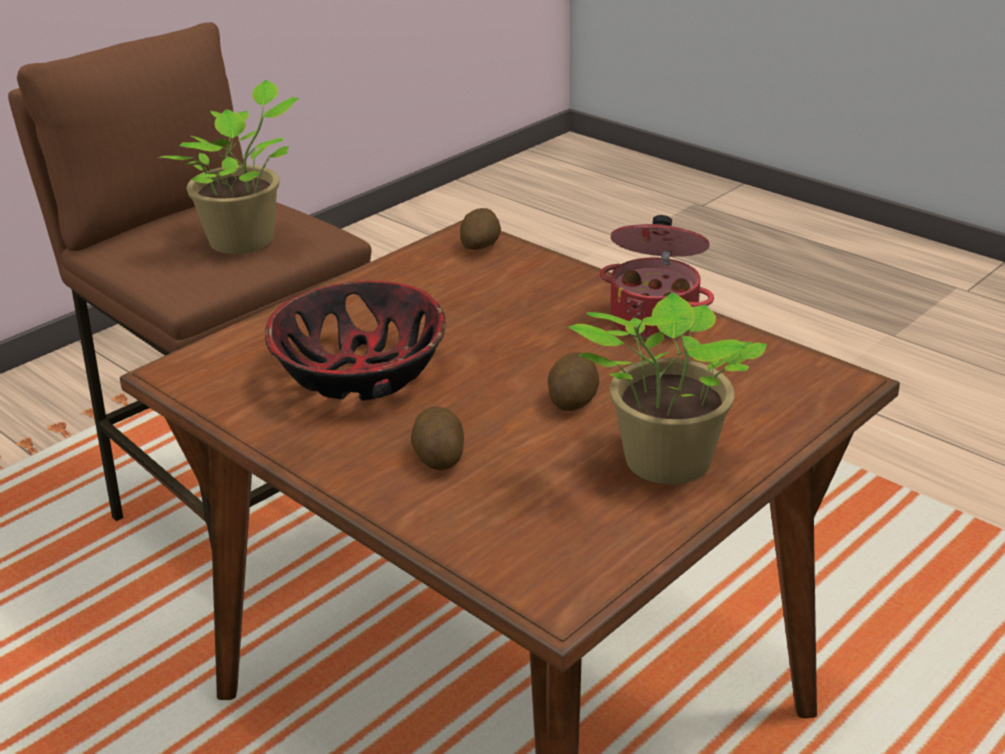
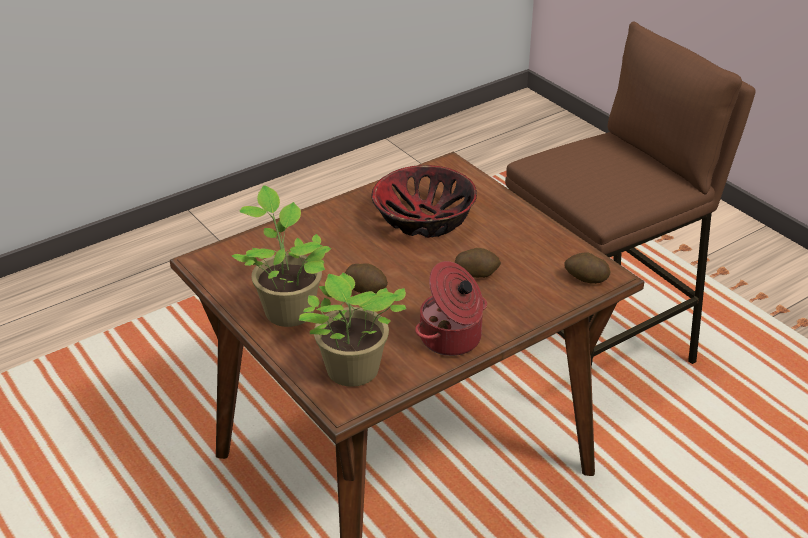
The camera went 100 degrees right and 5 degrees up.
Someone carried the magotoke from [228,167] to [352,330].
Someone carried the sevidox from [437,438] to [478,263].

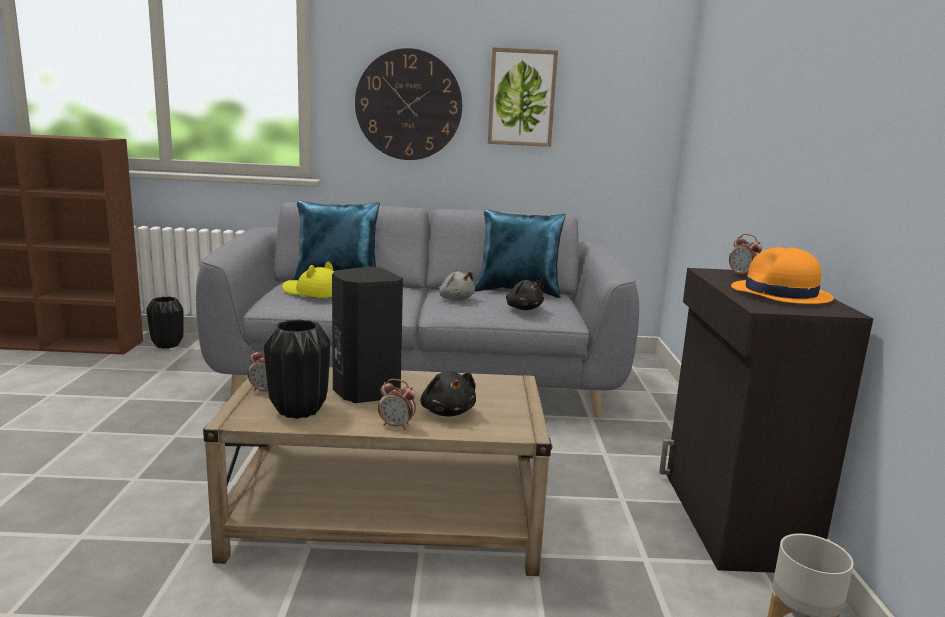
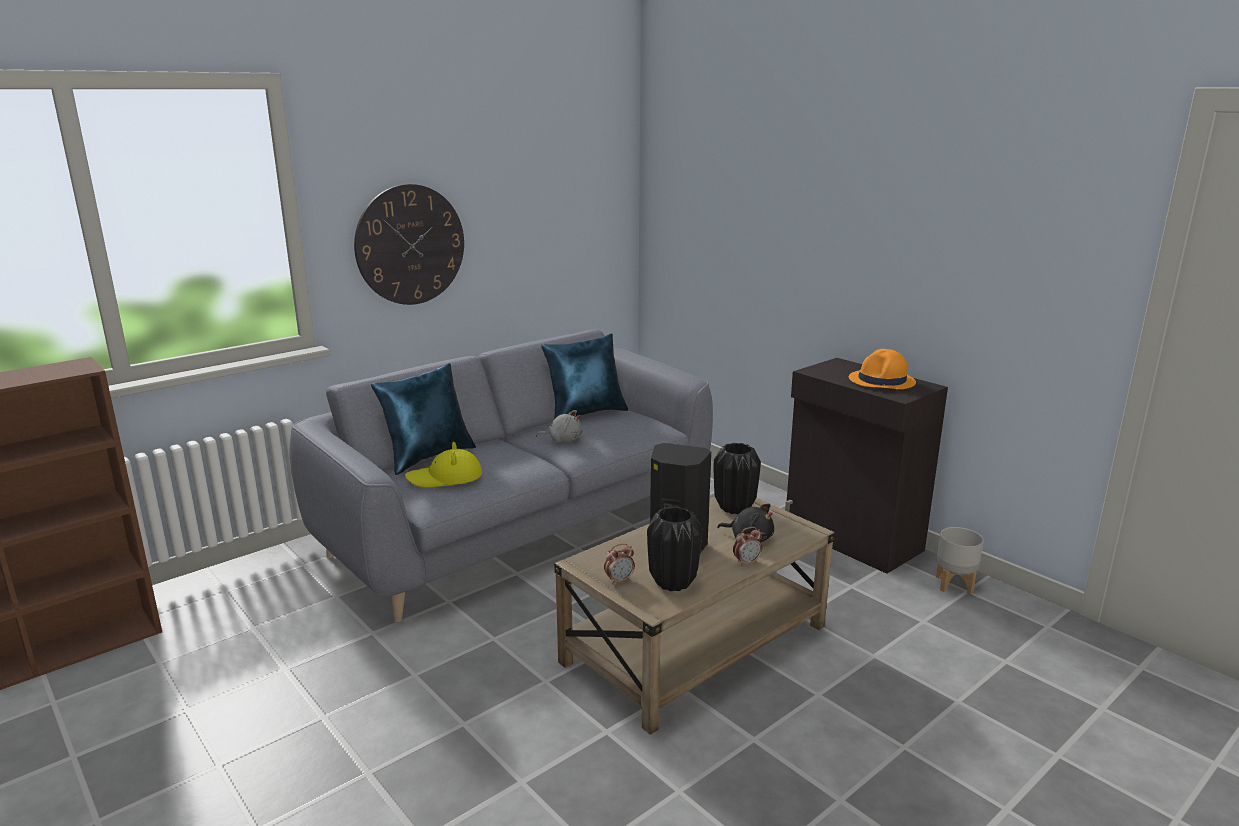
The camera went 40 degrees left and 5 degrees up.
Someone took away the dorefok at [523,97].
Someone took away the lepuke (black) at [525,295].
Someone took away the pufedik at [745,255].
Someone carried the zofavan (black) from [165,323] to [737,478].

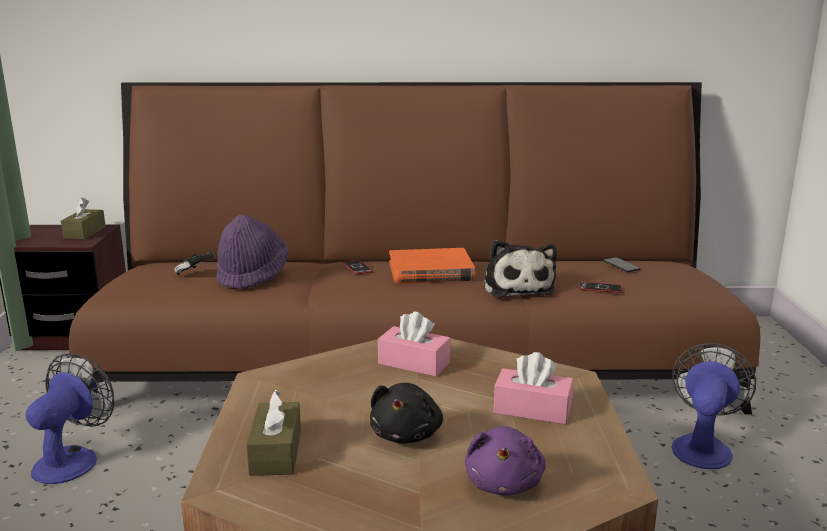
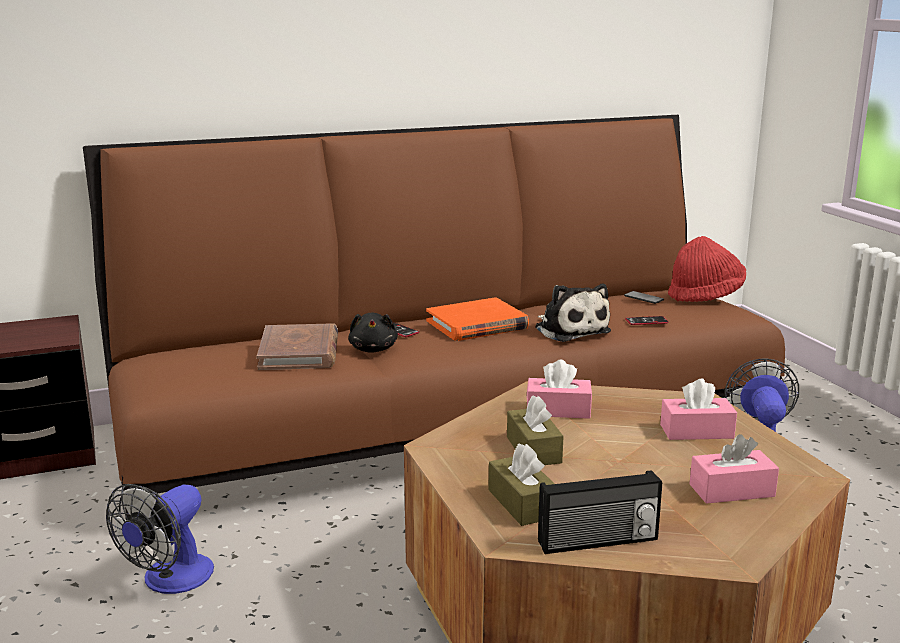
The camera went 20 degrees left and 0 degrees up.
Someone took away the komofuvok at [194,263].
Someone put down the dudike at [600,512].
Someone put down the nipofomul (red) at [707,269].
Someone carried the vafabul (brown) from [83,218] to [535,430].
Someone carried the lepuke (black) from [406,413] to [373,333].
Someone swapped the nipofomul (purple) at [252,252] for the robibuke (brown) at [297,346].
Someone swapped the lepuke (purple) at [505,460] for the vafabul (pink) at [734,469].
Someone rotated the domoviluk at [70,418] by 150 degrees counterclockwise.

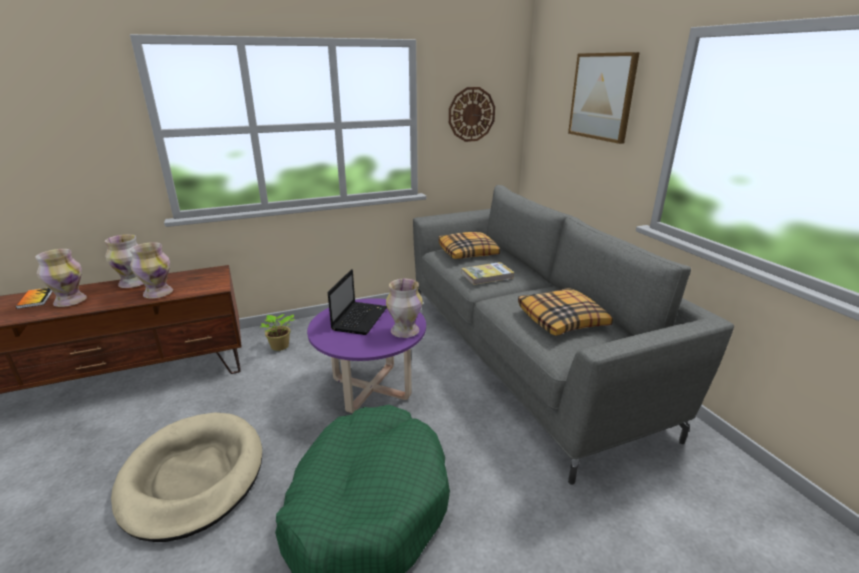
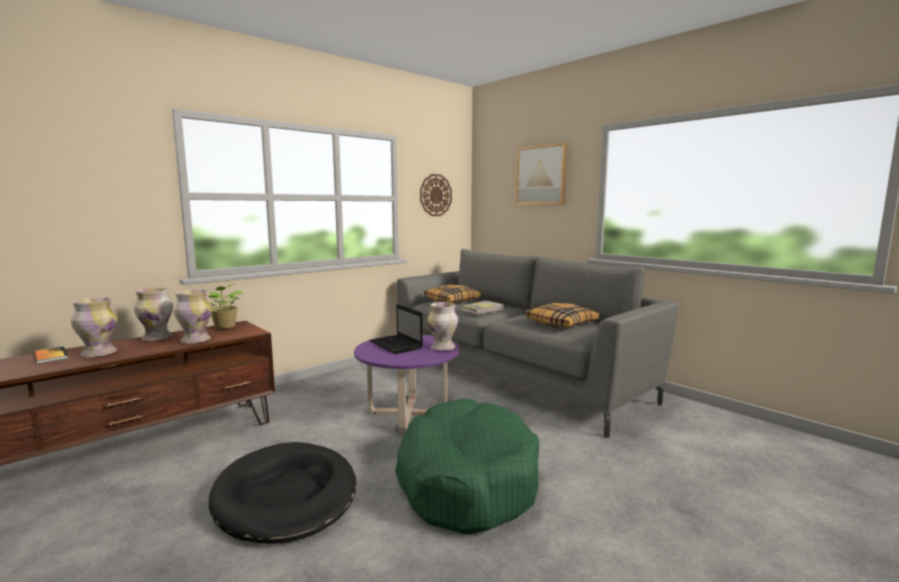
The camera went 20 degrees left and 15 degrees down.
Someone carried the magotoke from [277,332] to [225,306].
Someone repainted the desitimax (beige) at [186,477], which became the desitimax (black) at [282,493].
Someone rotated the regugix at [357,302] by 150 degrees clockwise.

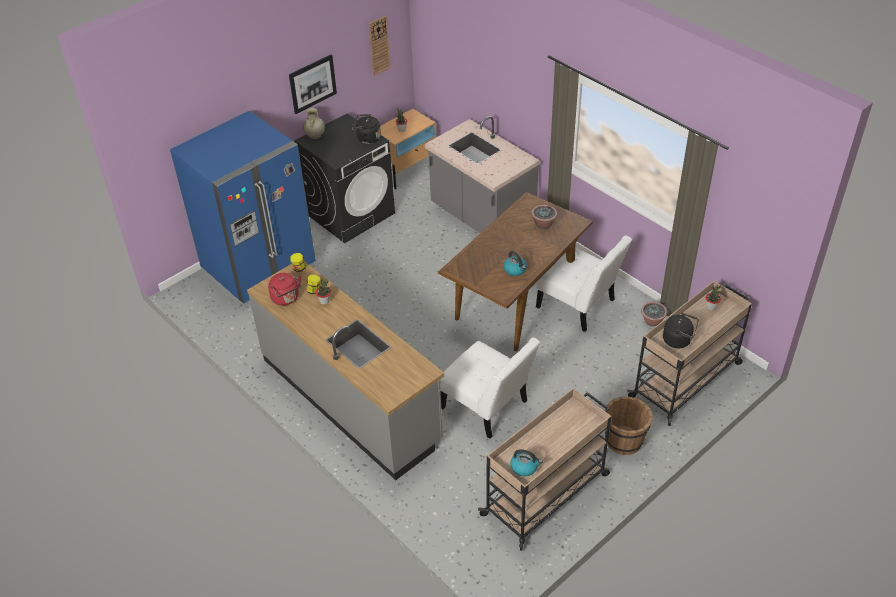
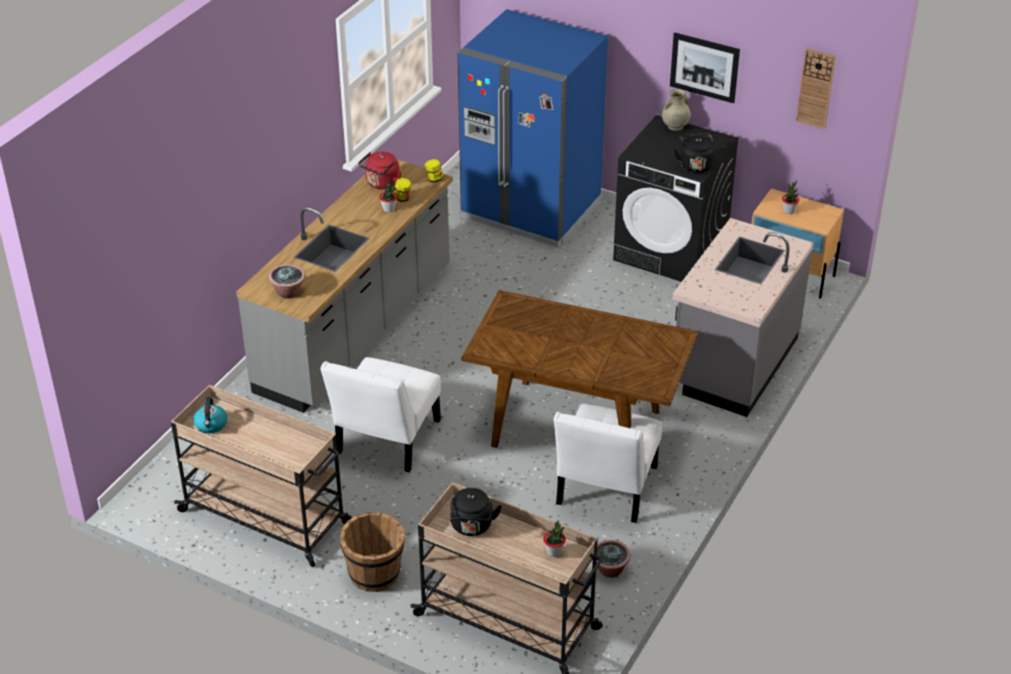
The camera went 70 degrees right and 5 degrees down.
Someone took away the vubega at [515,263].
Someone carried the magotoke from [544,217] to [287,281].

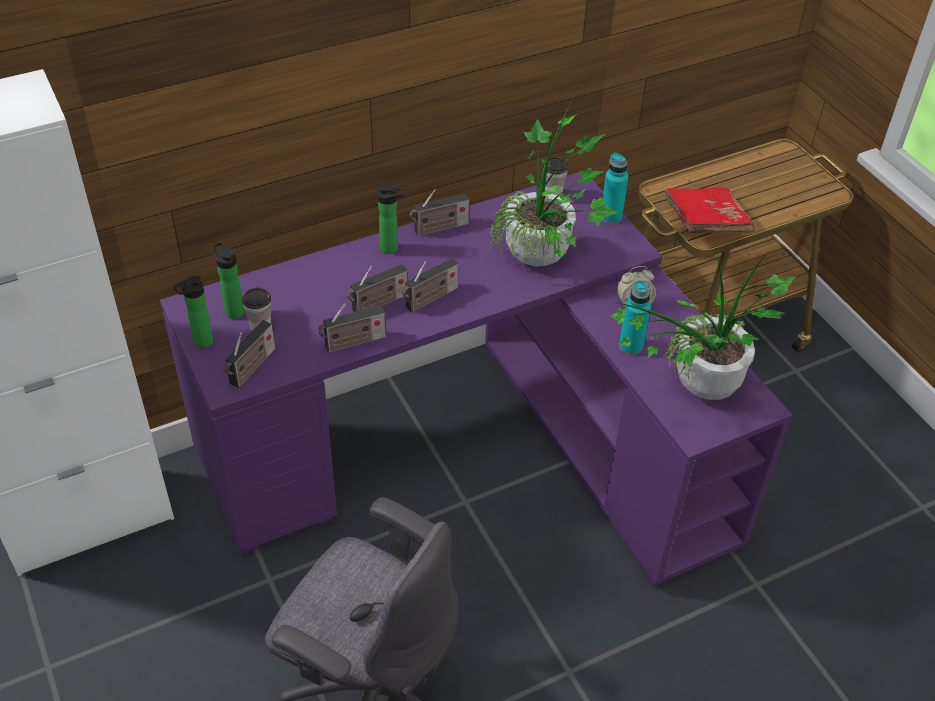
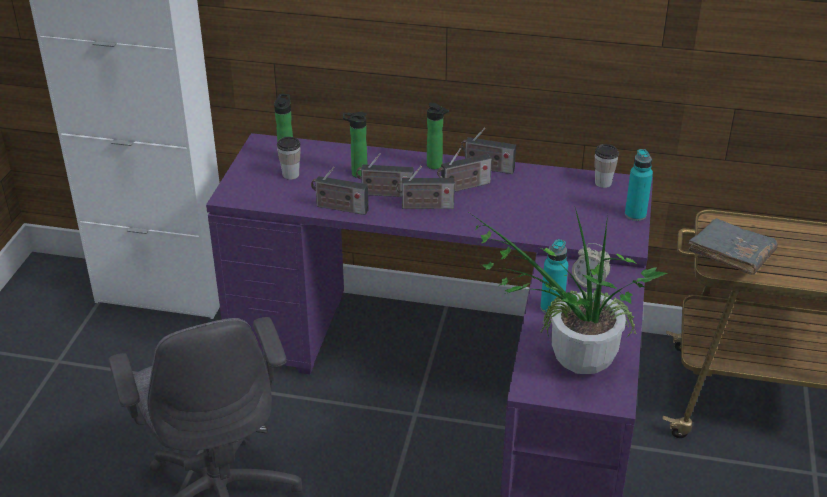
The camera went 40 degrees right and 10 degrees down.
Someone took away the magotoke at [552,183].
Someone carried the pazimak from [193,312] to [355,145].
Someone carried the dudike from [249,354] to [464,170].
Someone repainted the robibuke (red) at [710,210], which became the robibuke (grey) at [733,246].

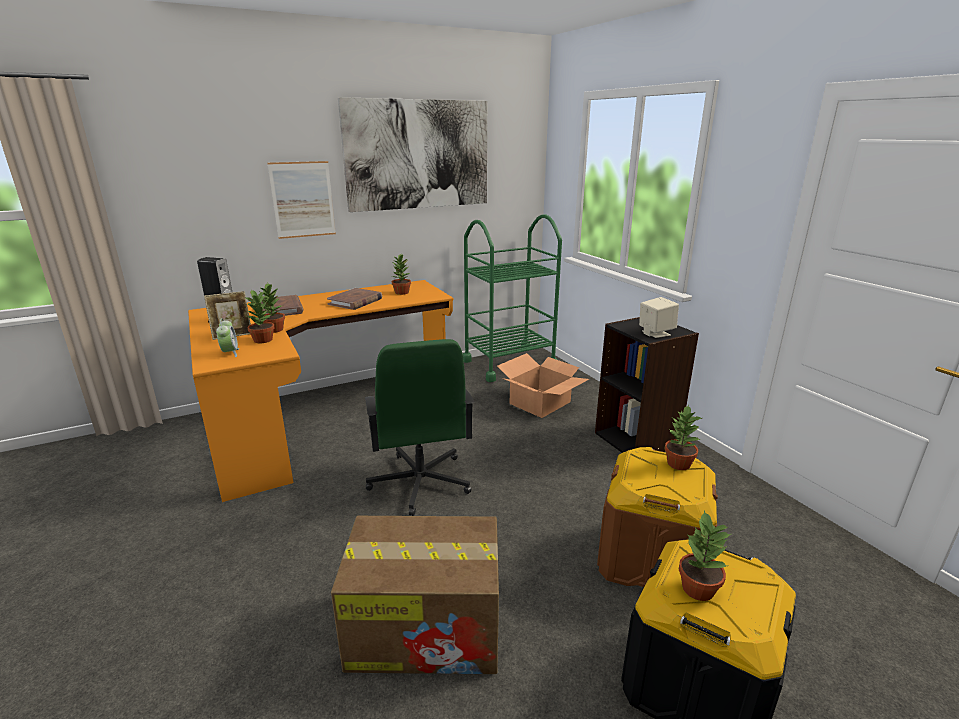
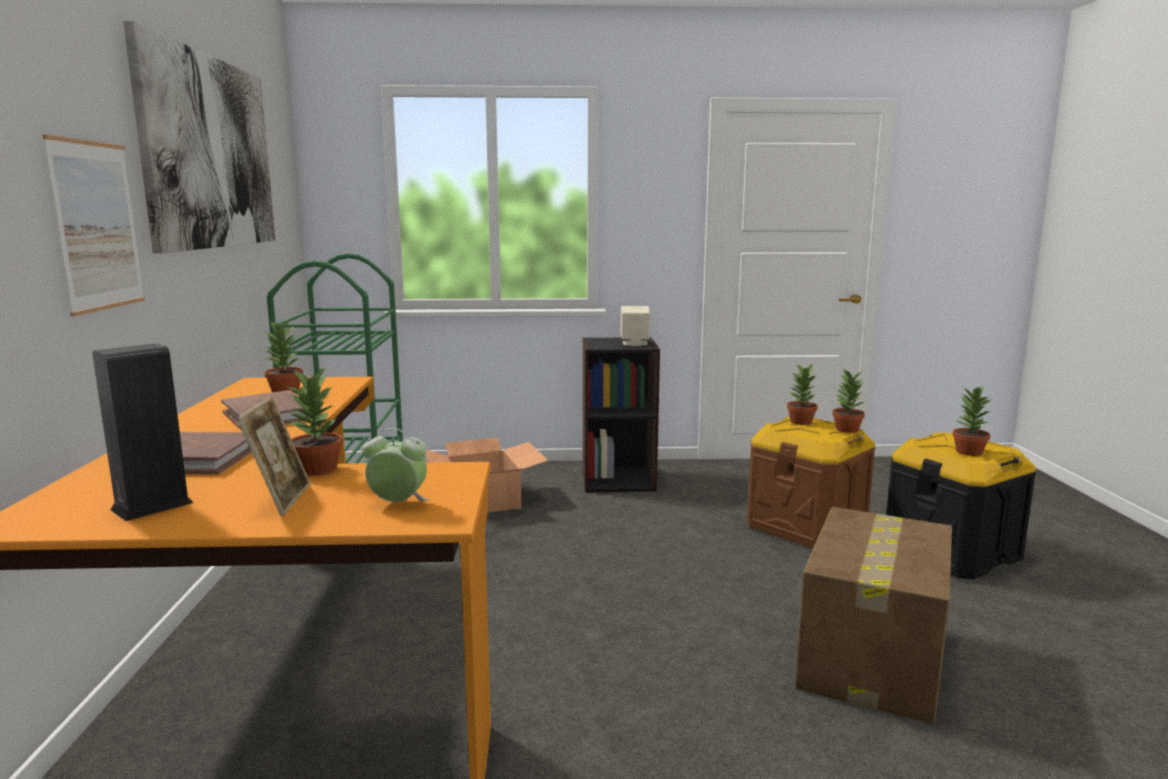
The camera went 65 degrees left and 10 degrees down.
Someone took away the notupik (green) at [419,427].
Someone carried the magotoke from [260,316] to [848,401].

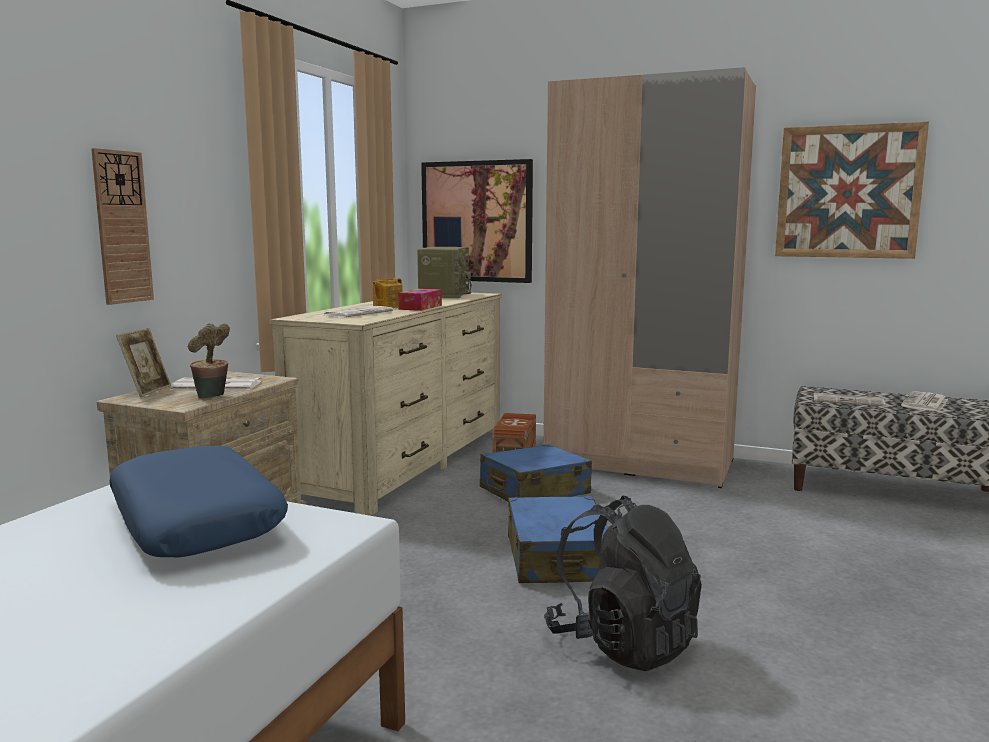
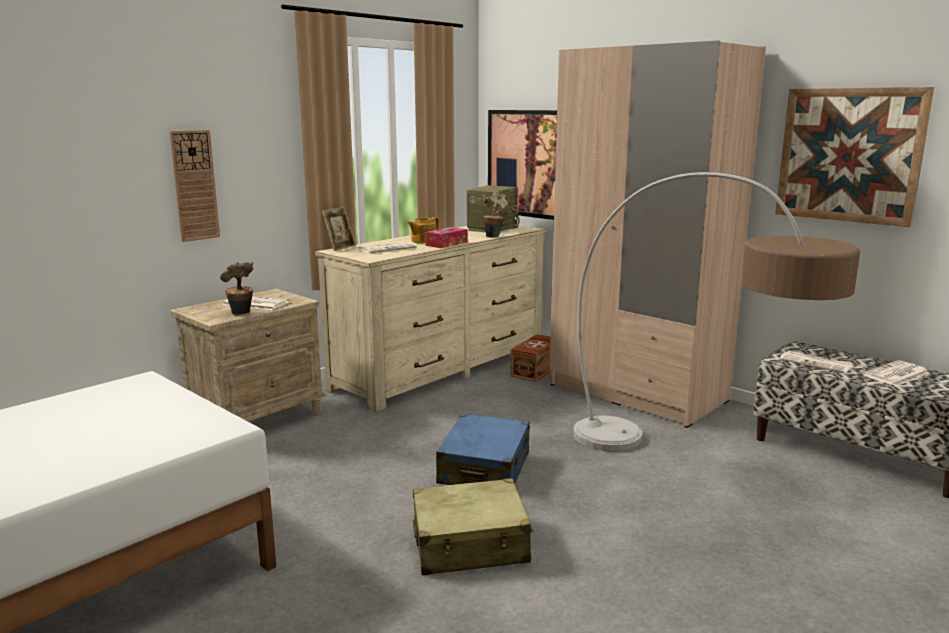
The camera went 20 degrees right and 5 degrees up.
Someone took away the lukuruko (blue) at [198,501].
Someone took away the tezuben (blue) at [536,472].
Someone put down the magotoke at [495,215].
Someone put down the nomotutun at [716,312].
Someone carried the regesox from [143,362] to [339,229].
Someone swapped the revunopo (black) at [623,583] for the tezuben (beige) at [473,526].

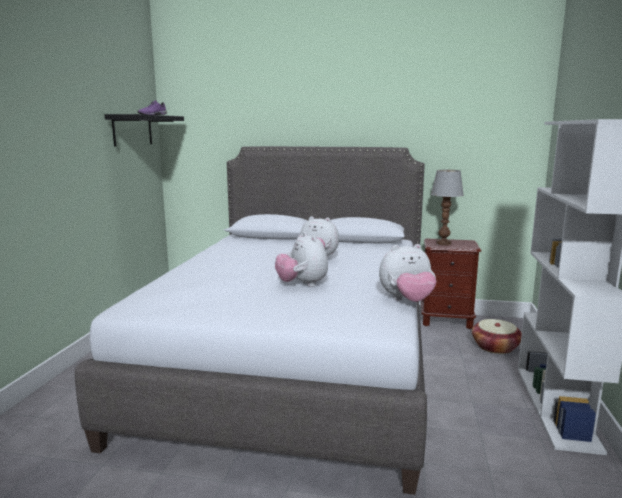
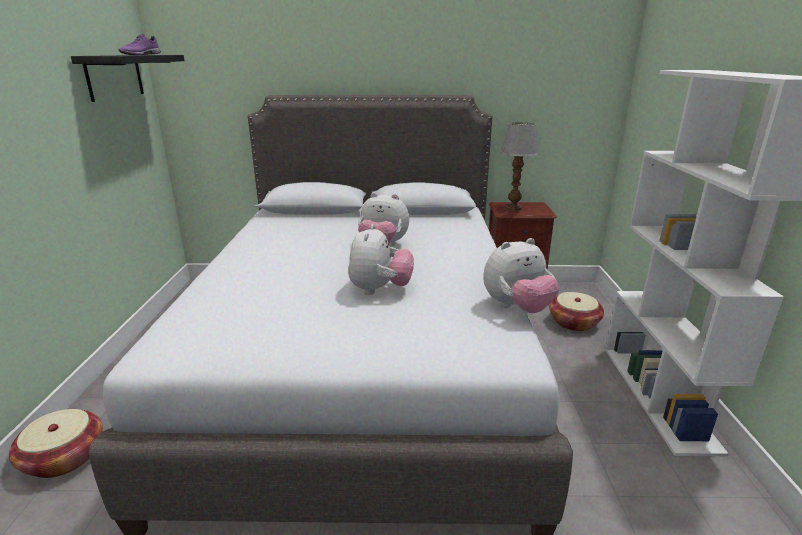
The camera went 10 degrees left and 10 degrees up.
Someone put down the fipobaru at [56,443].
Someone rotated the lepuke at [301,259] by 135 degrees counterclockwise.

